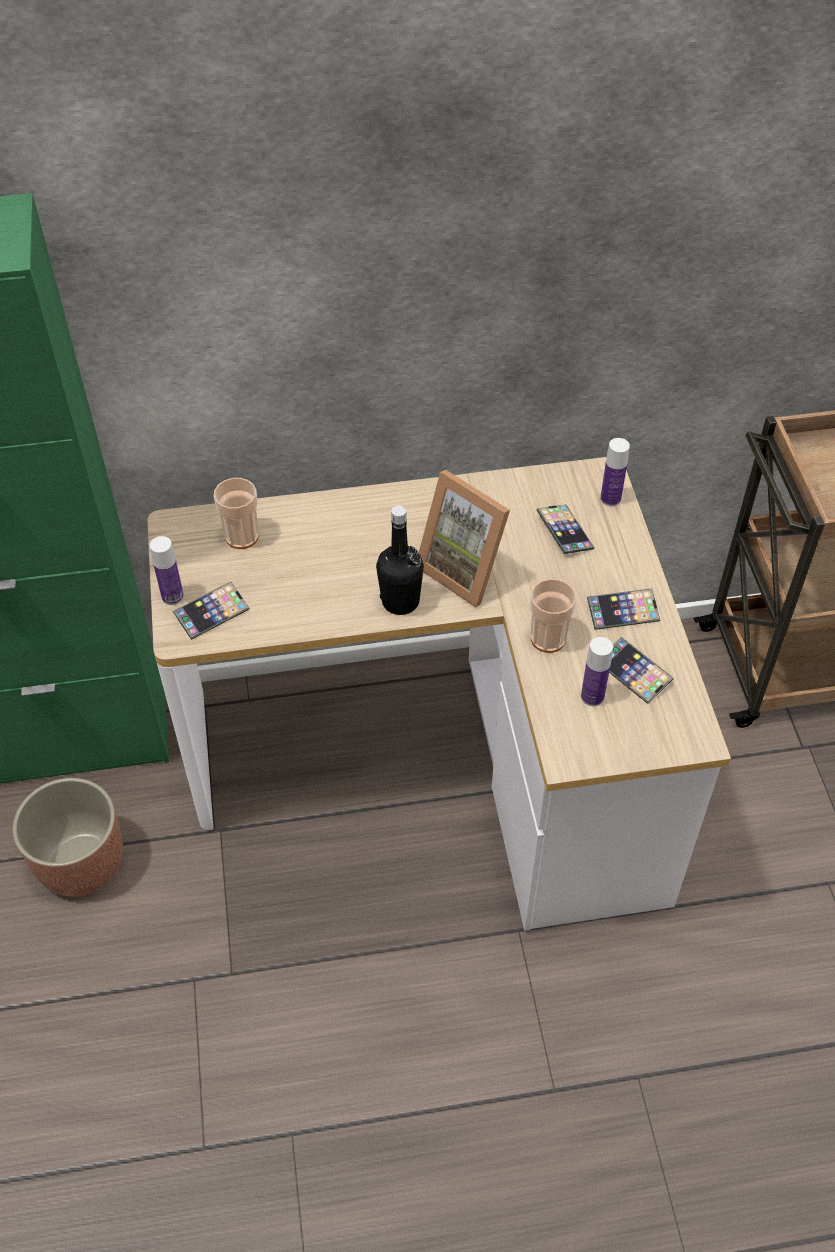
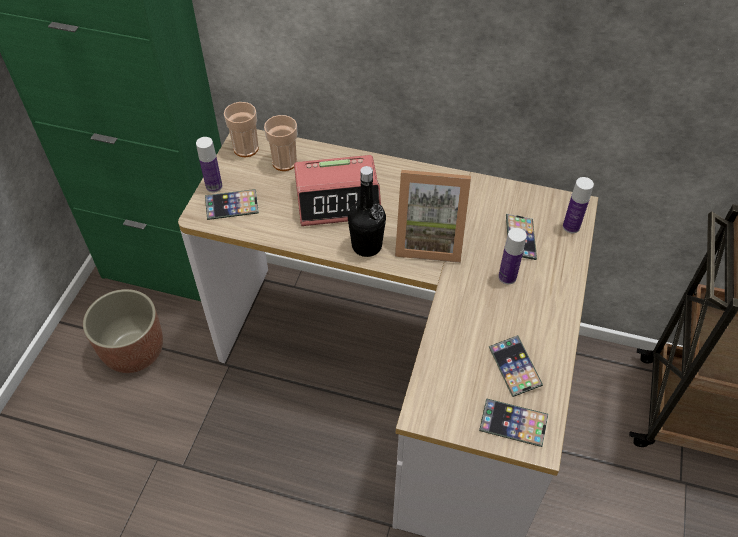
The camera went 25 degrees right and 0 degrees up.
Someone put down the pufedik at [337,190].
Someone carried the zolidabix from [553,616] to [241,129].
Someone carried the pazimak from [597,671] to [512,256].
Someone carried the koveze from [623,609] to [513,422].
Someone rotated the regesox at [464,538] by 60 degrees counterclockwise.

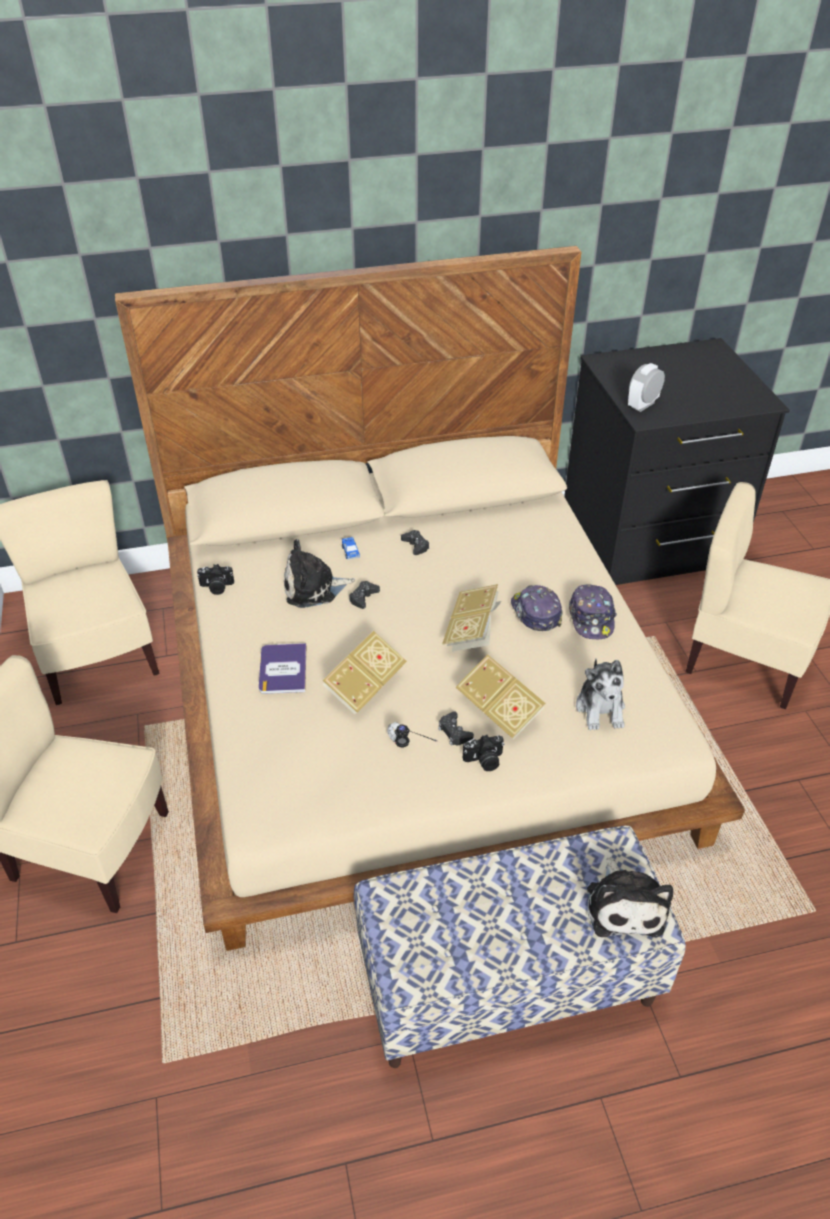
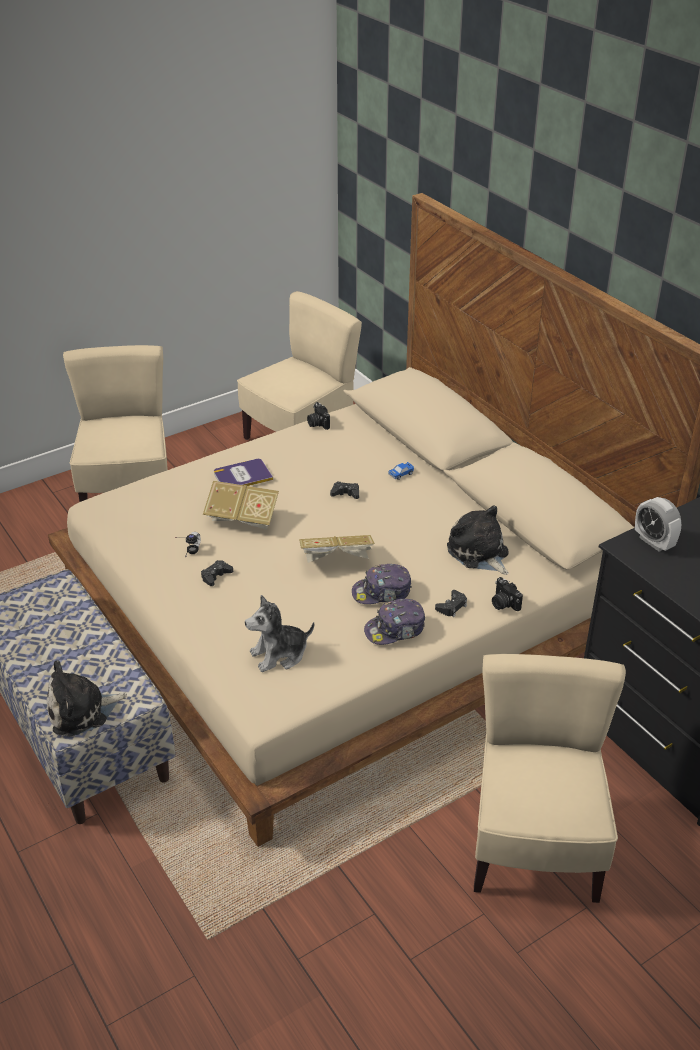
The camera went 70 degrees right and 5 degrees down.
Someone took away the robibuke at [501,696].
Someone carried the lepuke from [319,573] to [478,540].
Someone carried the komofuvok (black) from [415,542] to [451,603].
Someone carried the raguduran from [483,753] to [507,594].
Someone rotated the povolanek at [537,608] by 150 degrees counterclockwise.
Someone rotated the pufedik at [646,387] by 150 degrees counterclockwise.

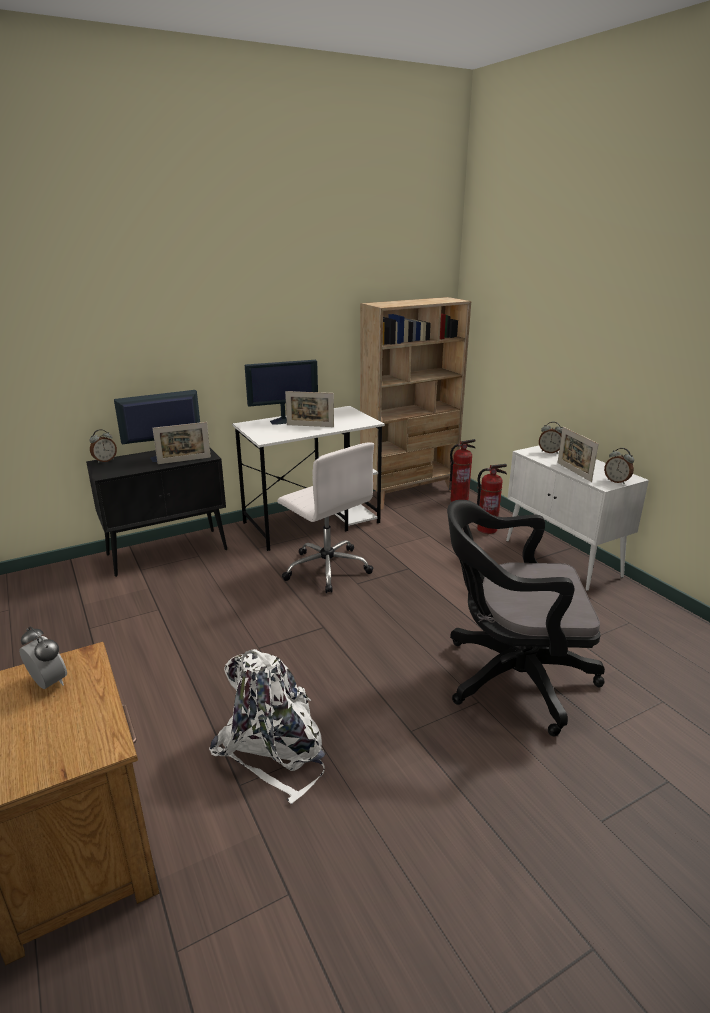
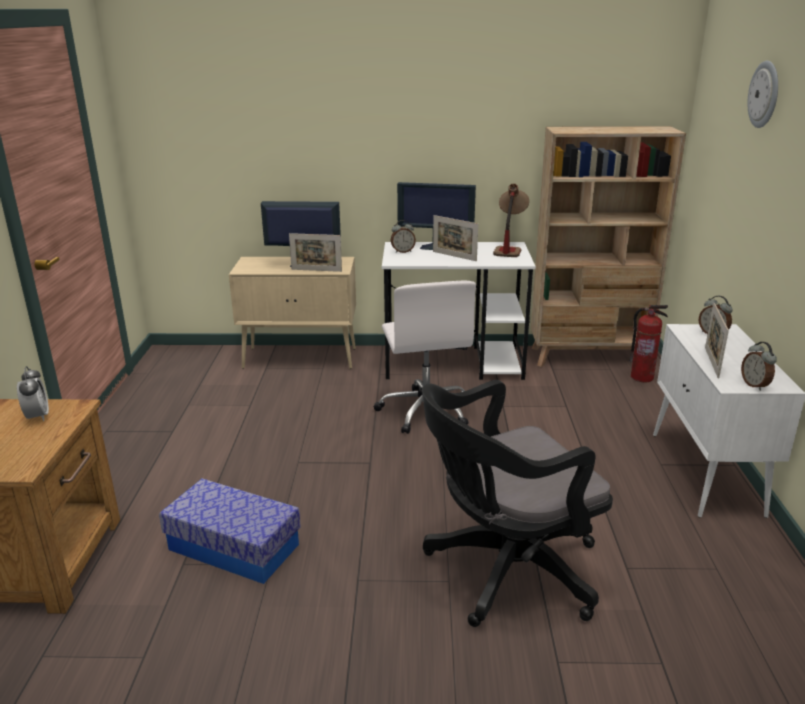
The camera went 30 degrees right and 0 degrees up.
Someone took away the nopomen at [492,499].
Someone put down the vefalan at [511,220].
Someone put up the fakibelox at [763,94].
Someone carried the pufedik from [103,446] to [403,236].
Someone swapped the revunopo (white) at [267,726] for the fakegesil at [230,531].
Someone repainted the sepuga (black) at [156,512], which became the sepuga (beige) at [292,313].
Someone rotated the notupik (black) at [526,618] by 60 degrees counterclockwise.

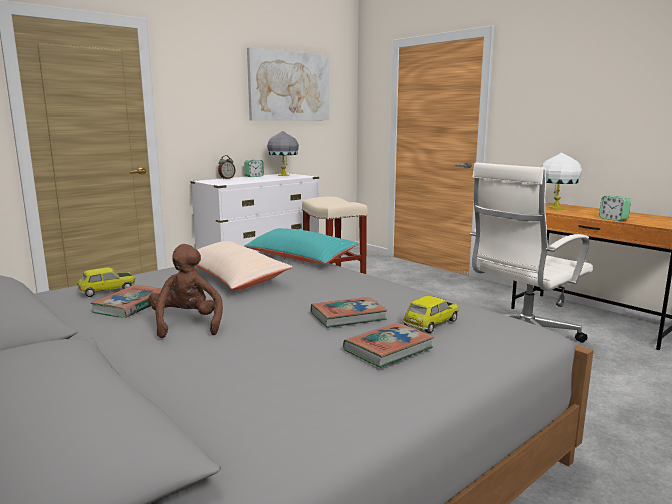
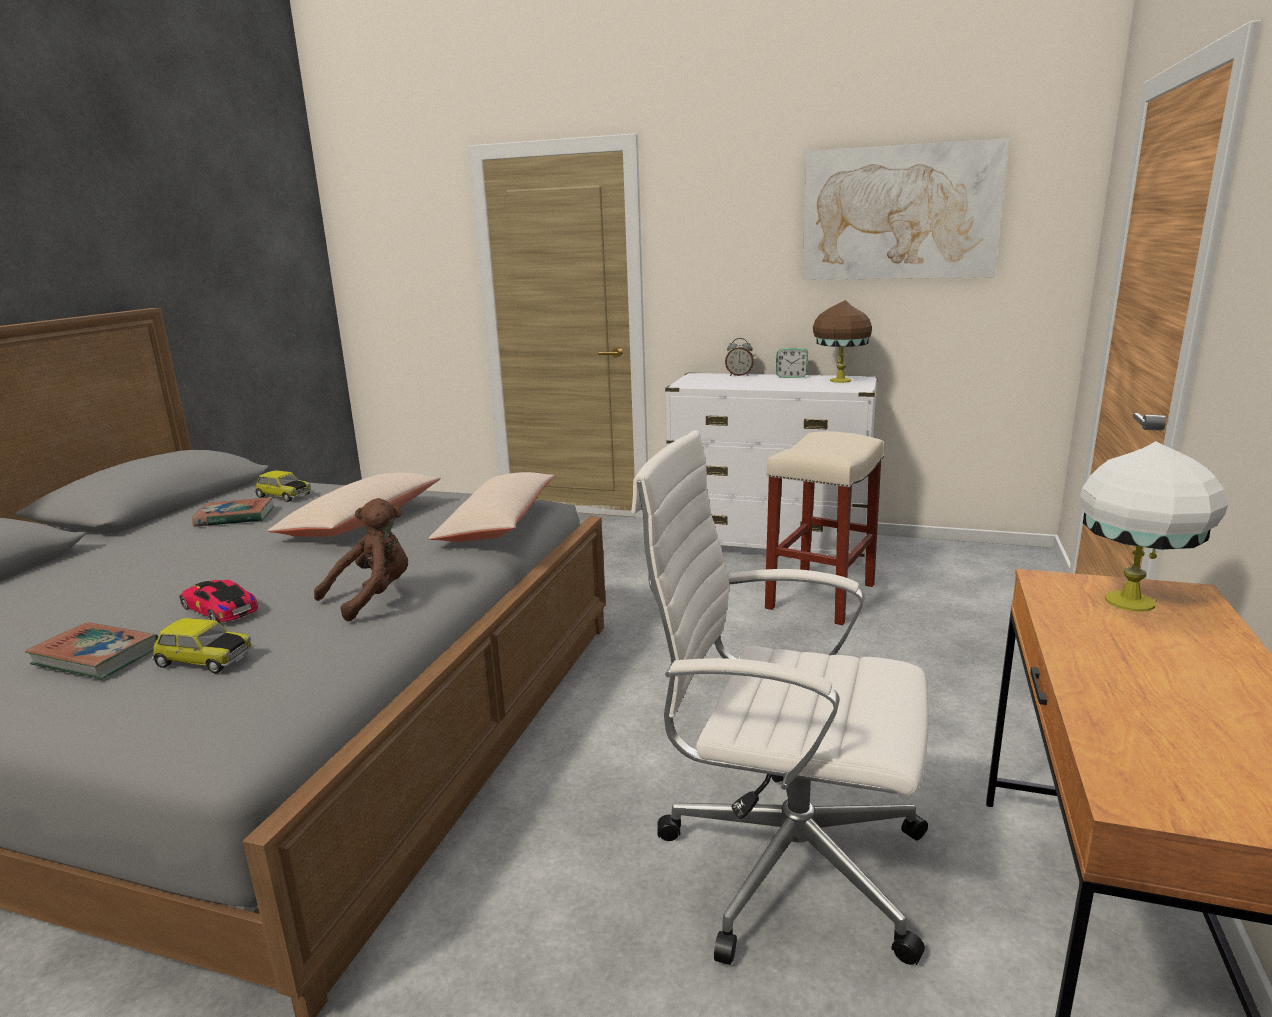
The camera went 60 degrees right and 5 degrees up.
Someone took away the pufedik at [615,208].
Someone carried the lepuke (brown) from [185,291] to [361,559].
Someone swapped the robibuke at [349,312] for the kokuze at [218,601].
Someone repainted the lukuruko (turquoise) at [301,246], which became the lukuruko (beige) at [492,507].
Someone repainted the vefalan (grey) at [283,153], which became the vefalan (brown) at [842,341].

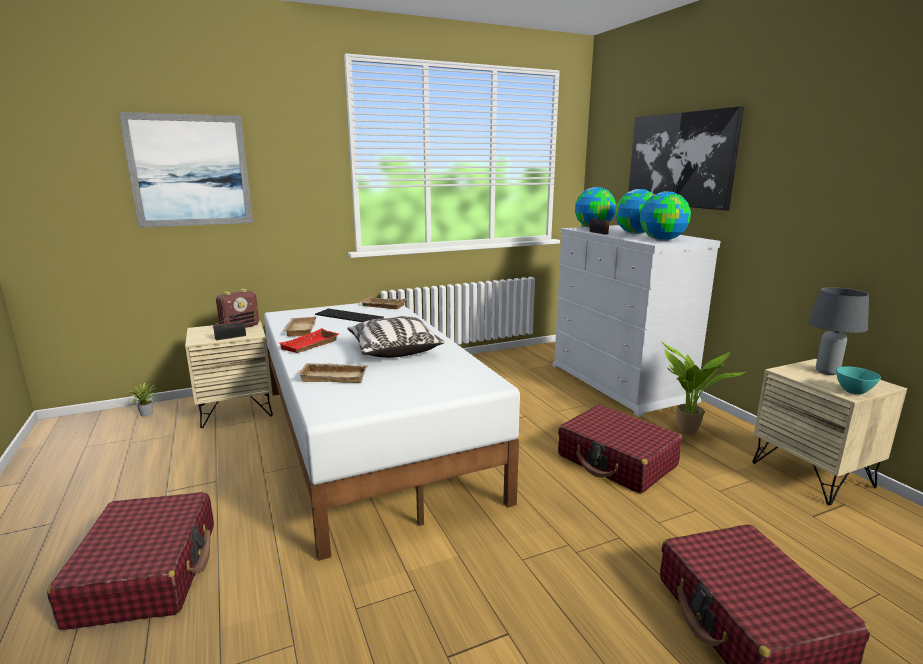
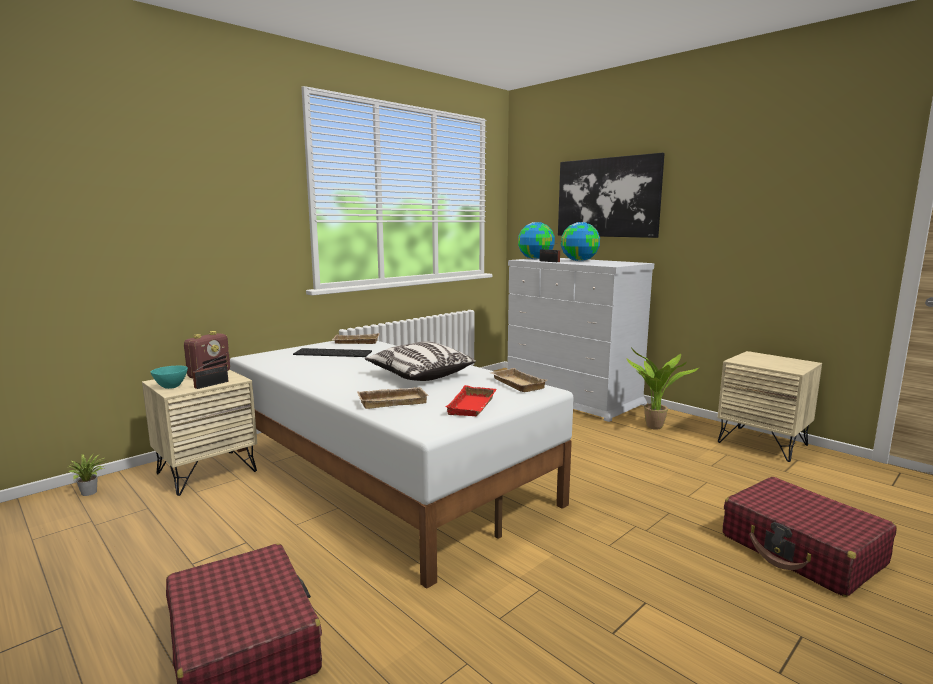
The camera went 20 degrees left and 5 degrees down.
Someone took away the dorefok at [186,170].
Someone took away the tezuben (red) at [620,449].
Someone took away the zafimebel at [665,216].
Someone took away the vefalan (grey) at [838,331].
Someone carried the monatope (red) from [309,340] to [471,400].
Someone carried the monatope (beige) from [300,326] to [519,380].
Someone carried the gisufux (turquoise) from [858,380] to [169,377].

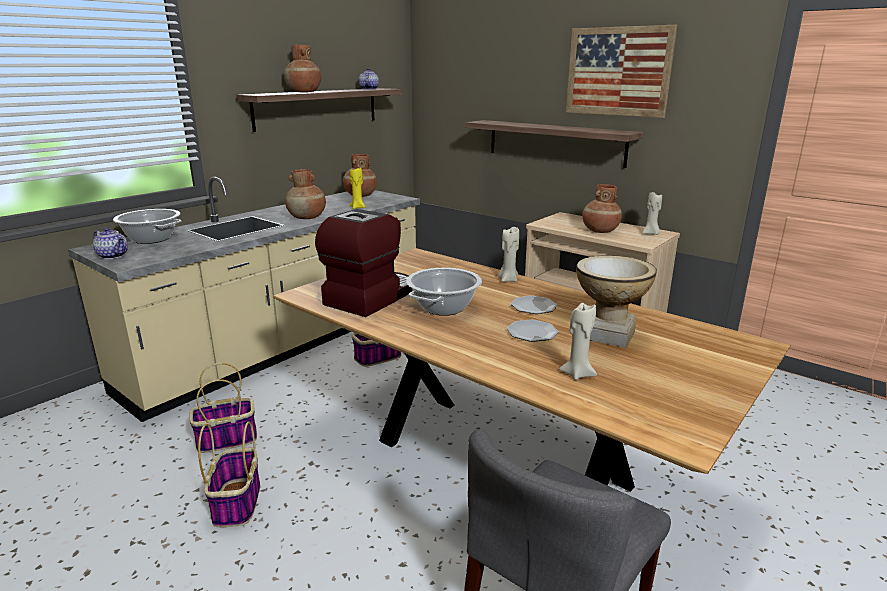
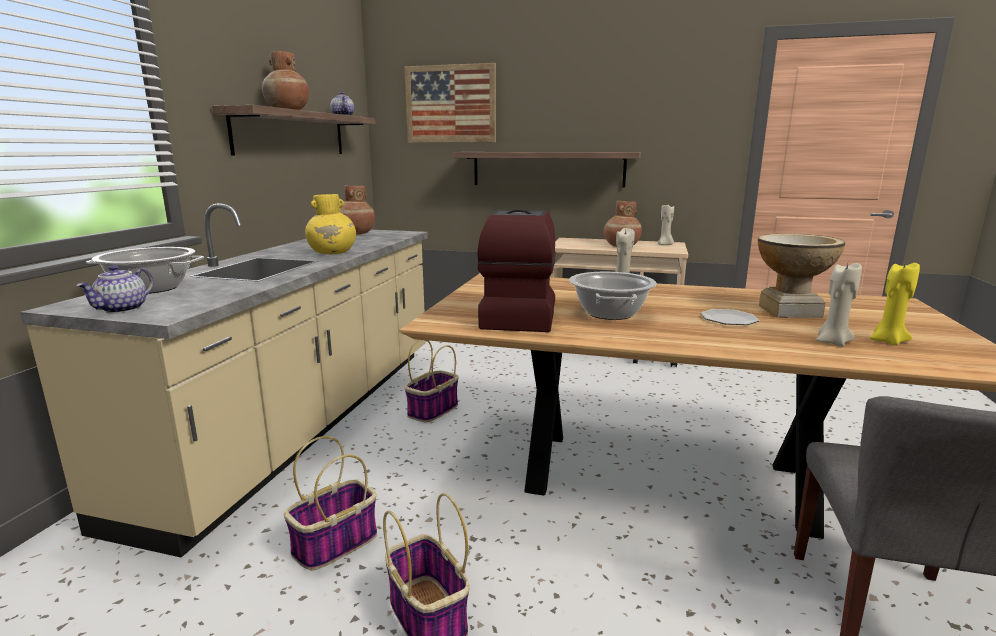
The camera went 25 degrees left and 5 degrees down.
Someone took away the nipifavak at [534,305].
Someone carried the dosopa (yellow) from [357,188] to [895,303].
Someone carried the dorefok from [621,71] to [450,103].
Someone repainted the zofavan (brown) at [305,194], which became the zofavan (yellow) at [330,224].
Someone rotated the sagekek at [110,243] by 105 degrees clockwise.

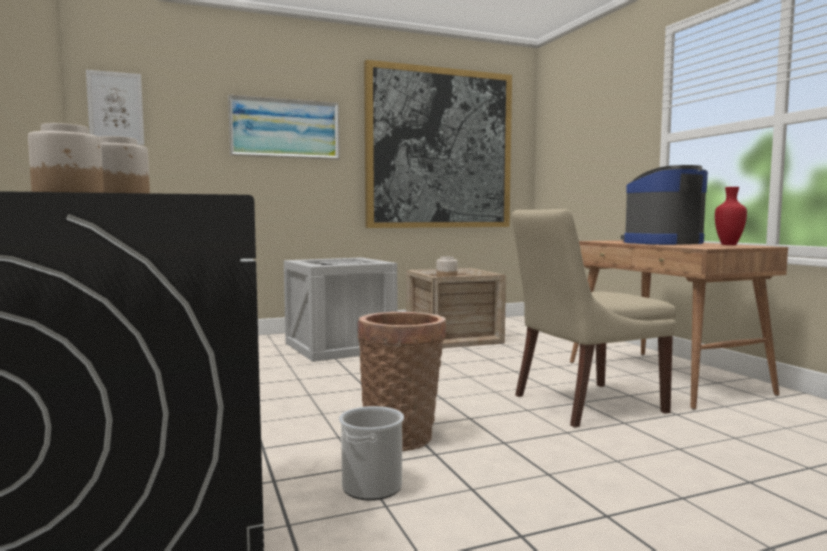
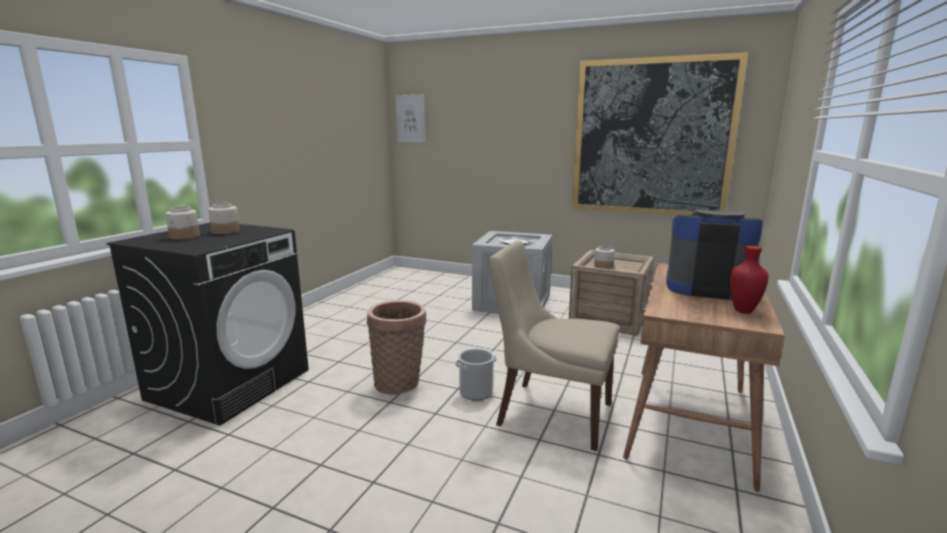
The camera went 45 degrees right and 10 degrees up.
Someone took away the dorefok at [284,127].
Someone carried the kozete from [371,453] to [476,374].

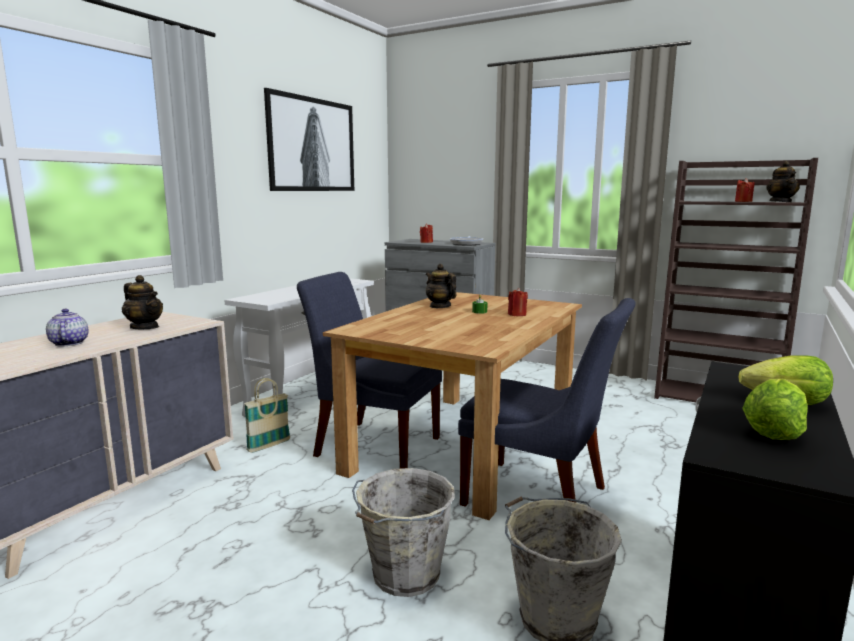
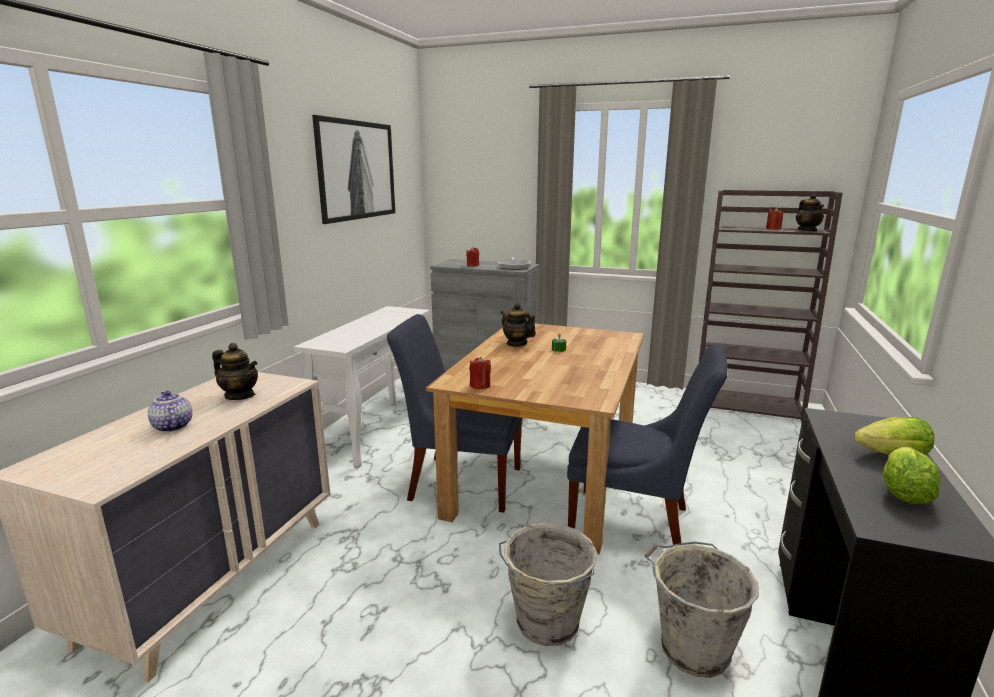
The camera went 10 degrees left and 5 degrees up.
Someone took away the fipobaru at [267,415].
Someone carried the dosopa (red) from [518,302] to [480,373].

